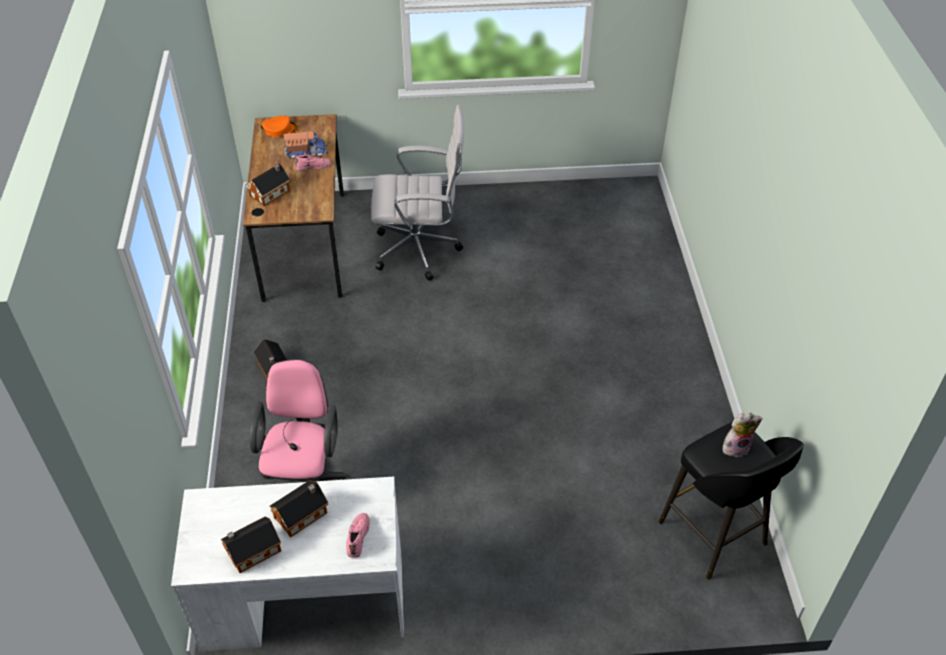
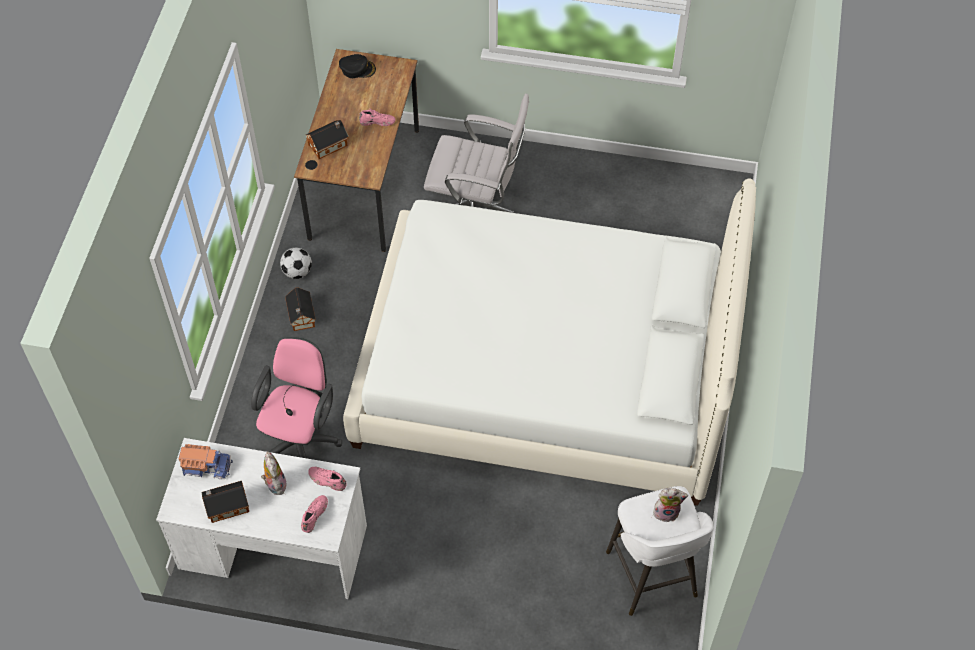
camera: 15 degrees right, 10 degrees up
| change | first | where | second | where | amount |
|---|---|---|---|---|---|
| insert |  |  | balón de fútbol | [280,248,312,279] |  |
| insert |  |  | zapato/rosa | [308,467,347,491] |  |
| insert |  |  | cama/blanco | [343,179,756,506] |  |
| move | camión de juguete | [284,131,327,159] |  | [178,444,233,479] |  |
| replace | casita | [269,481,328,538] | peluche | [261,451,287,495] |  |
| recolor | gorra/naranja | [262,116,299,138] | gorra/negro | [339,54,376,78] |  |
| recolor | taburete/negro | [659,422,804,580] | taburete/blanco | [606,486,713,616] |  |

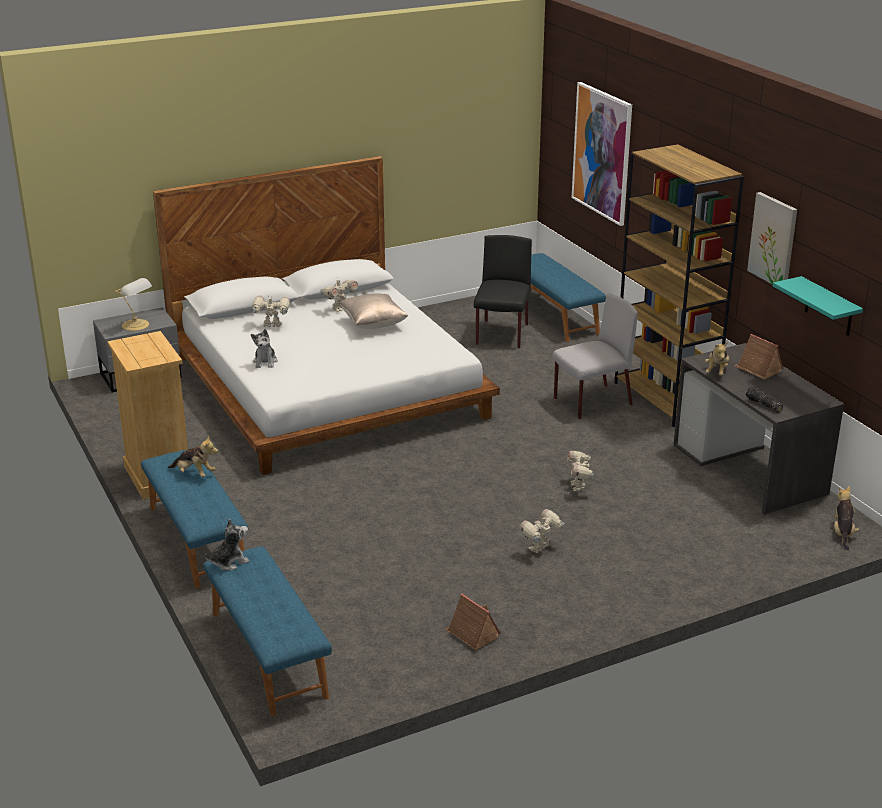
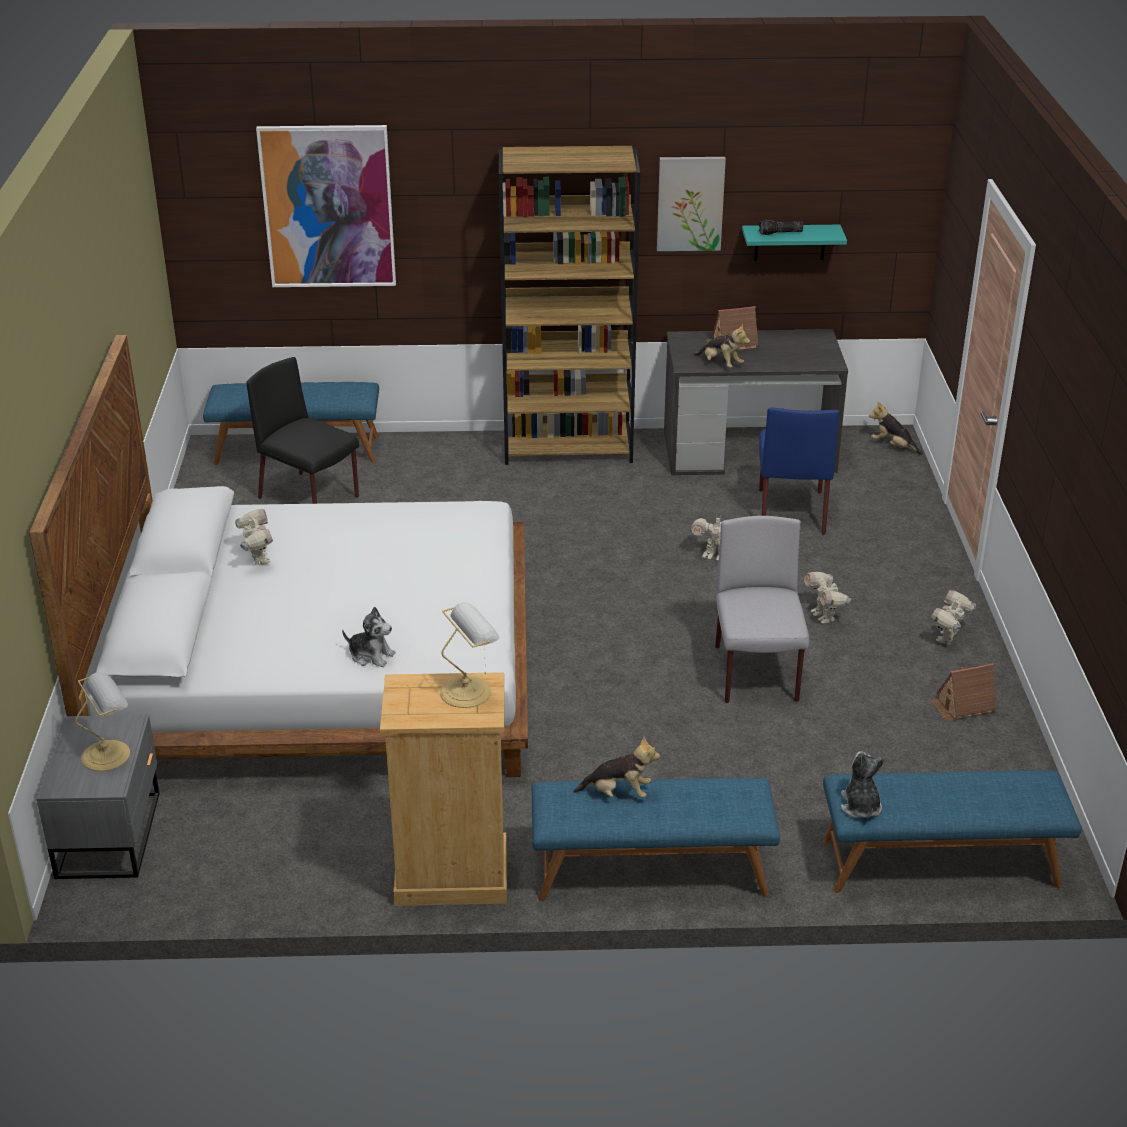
camera: 65 degrees left, 5 degrees up
| change | first | where | second | where | amount |
|---|---|---|---|---|---|
| delete | cojín/beis | [339,293,408,329] |  |  |  |
| insert |  |  | lámpara de mesa | [440,603,500,708] |  |
| insert |  |  | silla/azul | [759,407,839,535] |  |
| move | robot de juguete | [251,295,290,327] |  | [930,590,976,645] |  |
| move | silla/gris | [552,293,638,419] |  | [715,516,809,703] |  |
| move | linterna | [746,386,783,413] |  | [759,219,804,235] |  |
| rotate | peluche | [168,435,218,477] |  | [573,736,660,798] | 45 degrees clockwise |

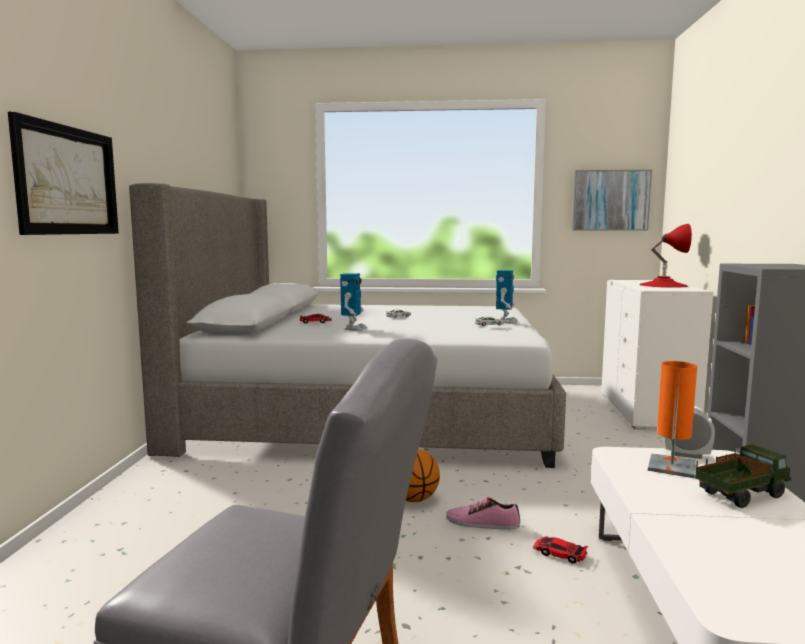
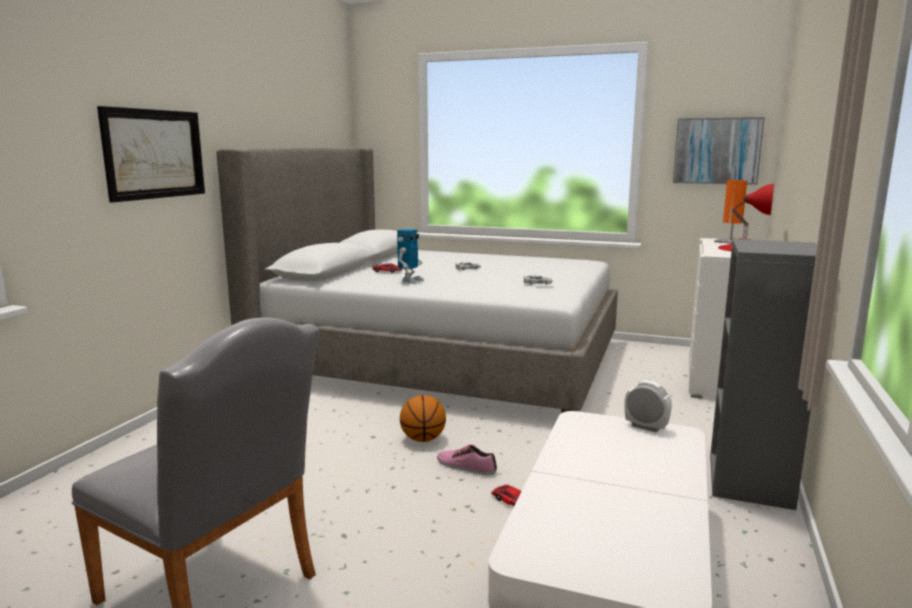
camera: 15 degrees right, 5 degrees up
| change | first | where | second | where | amount |
|---|---|---|---|---|---|
| delete | robot de juguete | [496,270,518,324] |  |  |  |
| delete | camión de juguete | [695,444,791,508] |  |  |  |
| move | lámpara de mesa/naranja | [648,361,697,478] |  | [714,180,747,244] |  |

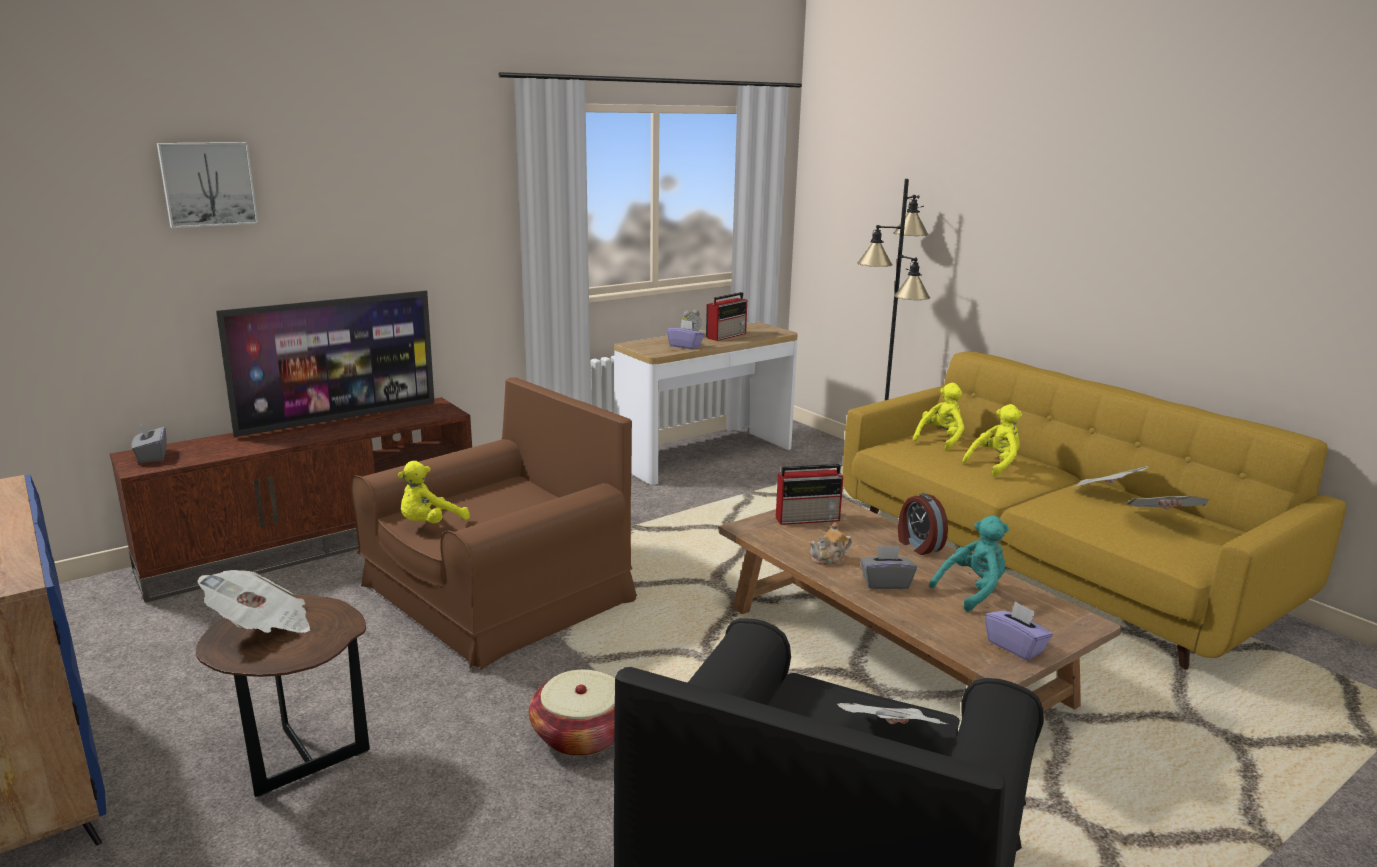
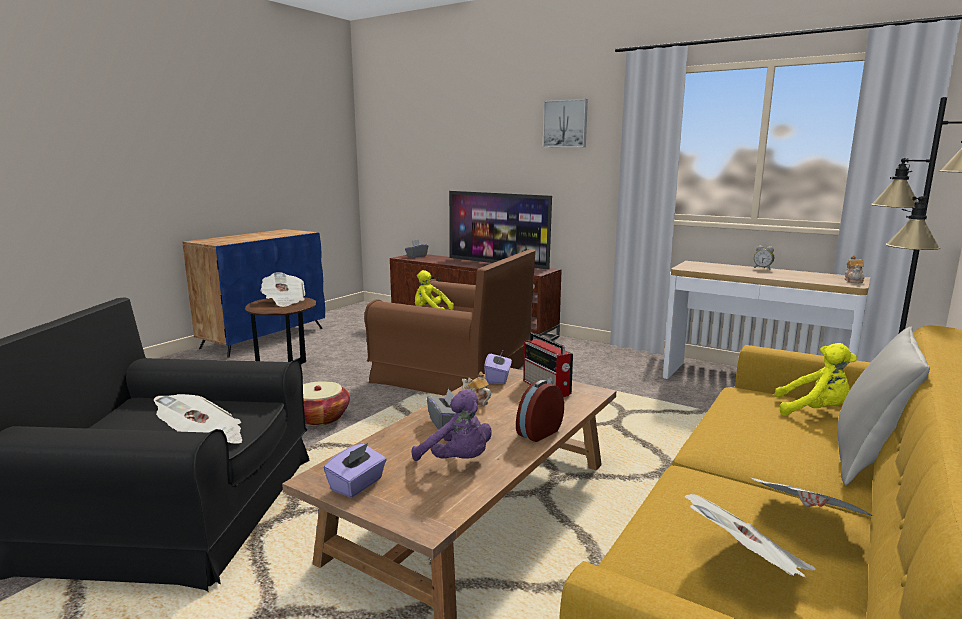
camera: 70 degrees right, 5 degrees down
| change | first | where | second | where | amount |
|---|---|---|---|---|---|
| delete | radio | [706,292,747,341] |  |  |  |
| delete | peluche/amarillo | [962,404,1022,477] |  |  |  |
| insert |  |  | cojín/gris | [837,327,930,485] |  |
| insert |  |  | tetera | [845,255,864,283] |  |
| move | cuadro | [157,142,258,228] |  | [543,99,588,147] |  |
| move | caja de pañuelos/morado | [667,320,704,349] |  | [484,349,512,384] |  |
| recolor | peluche/turquesa | [929,516,1009,612] | peluche/morado | [412,389,492,461] |  |

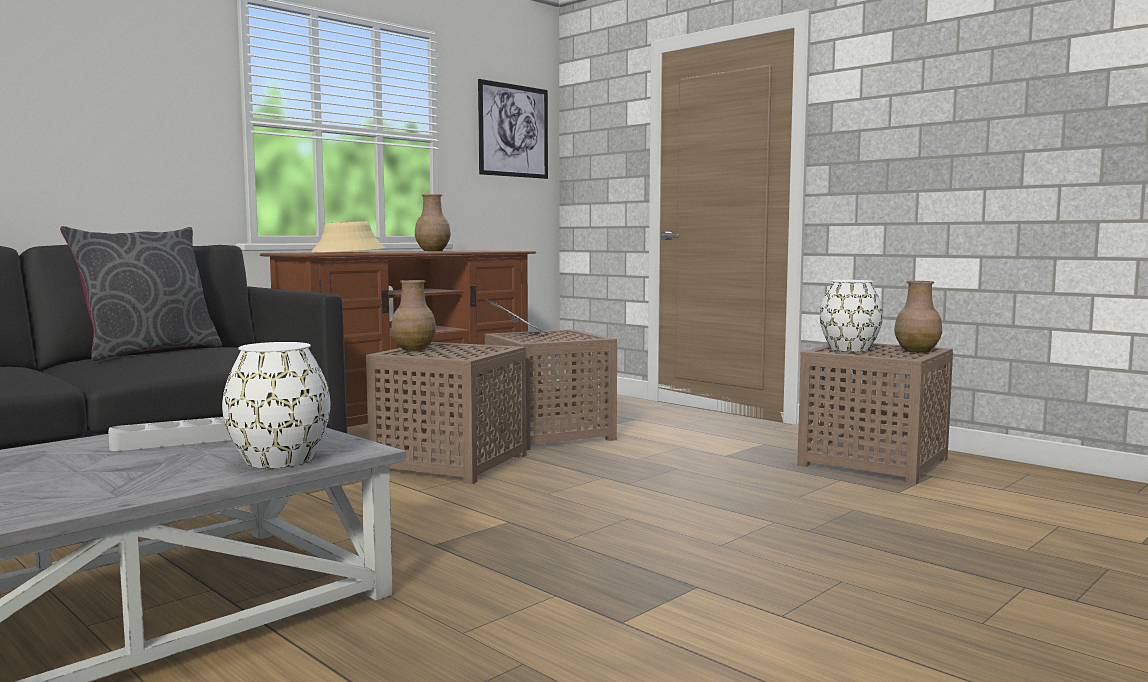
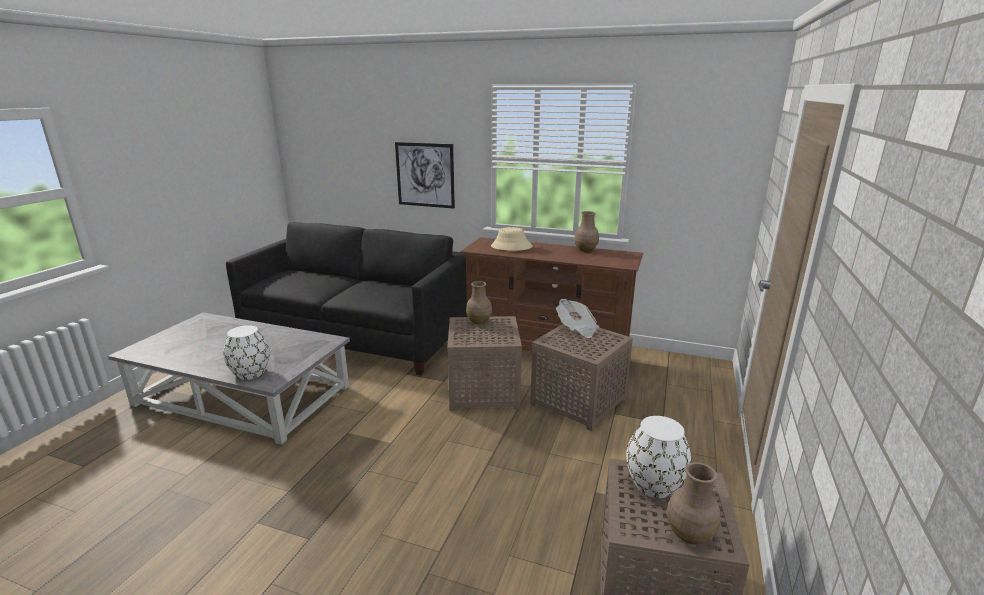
camera: 65 degrees right, 15 degrees up
| change | first | where | second | where | amount |
|---|---|---|---|---|---|
| delete | cojín/gris | [60,226,222,361] |  |  |  |
| delete | bandeja/gris | [108,417,232,451] |  |  |  |
| move | cuadro | [478,79,548,179] |  | [395,142,455,209] |  |

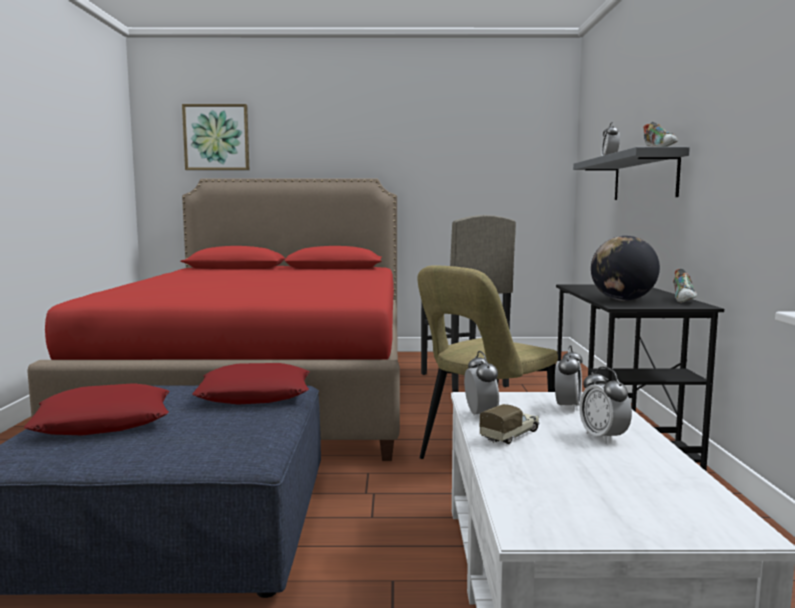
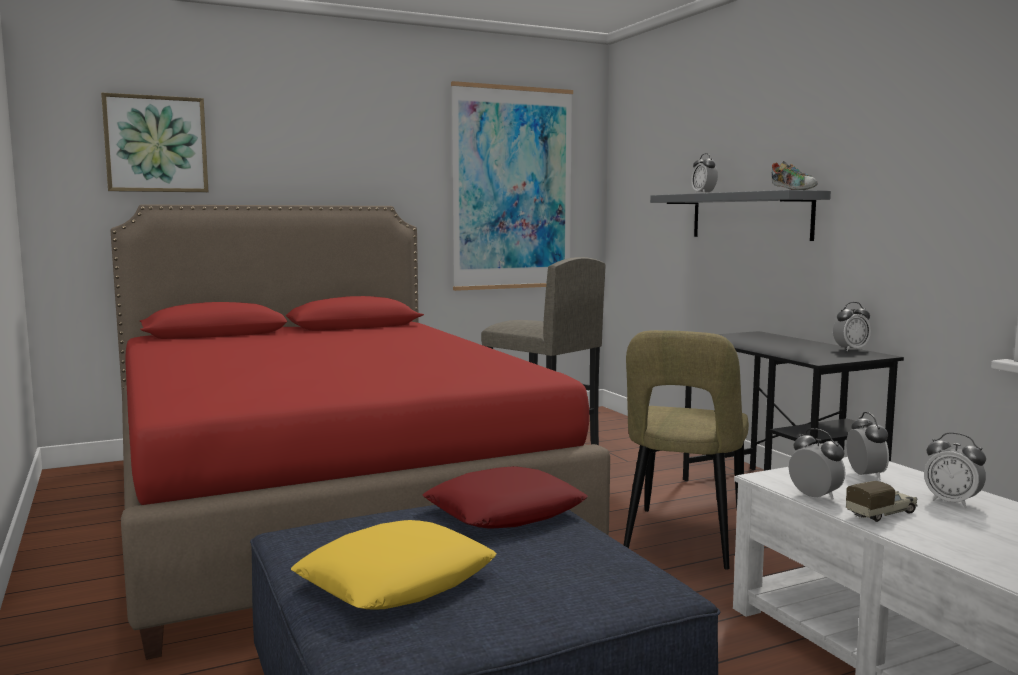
camera: 25 degrees left, 0 degrees up
| change | first | where | second | where | amount |
|---|---|---|---|---|---|
| delete | globo terráqueo | [591,236,660,301] |  |  |  |
| insert |  |  | cuadro | [451,81,573,291] |  |
| replace | zapato | [673,269,697,303] | despertador | [833,302,871,351] |  |
| recolor | cojín/rojo | [24,384,170,435] | cojín/amarillo | [291,520,497,610] |  |
| rotate | camión de juguete | [479,404,540,444] |  | [846,481,918,522] | 45 degrees clockwise |

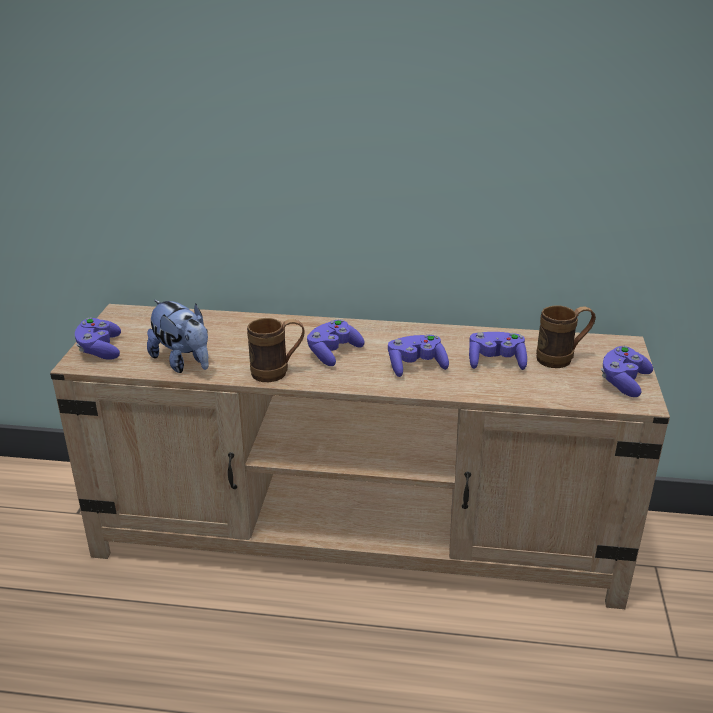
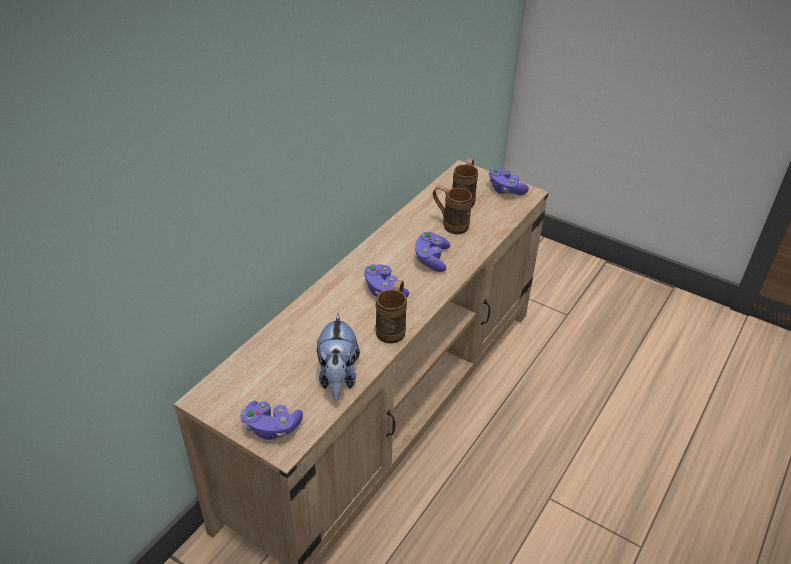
camera: 65 degrees left, 10 degrees up
| change | first | where | second | where | amount |
|---|---|---|---|---|---|
| replace | mando de consola/morado | [469,332,527,370] | taza grande/marrón | [433,186,472,234] |  |
| rotate | peluche | [147,300,209,373] |  | [317,313,360,401] | 105 degrees clockwise |

